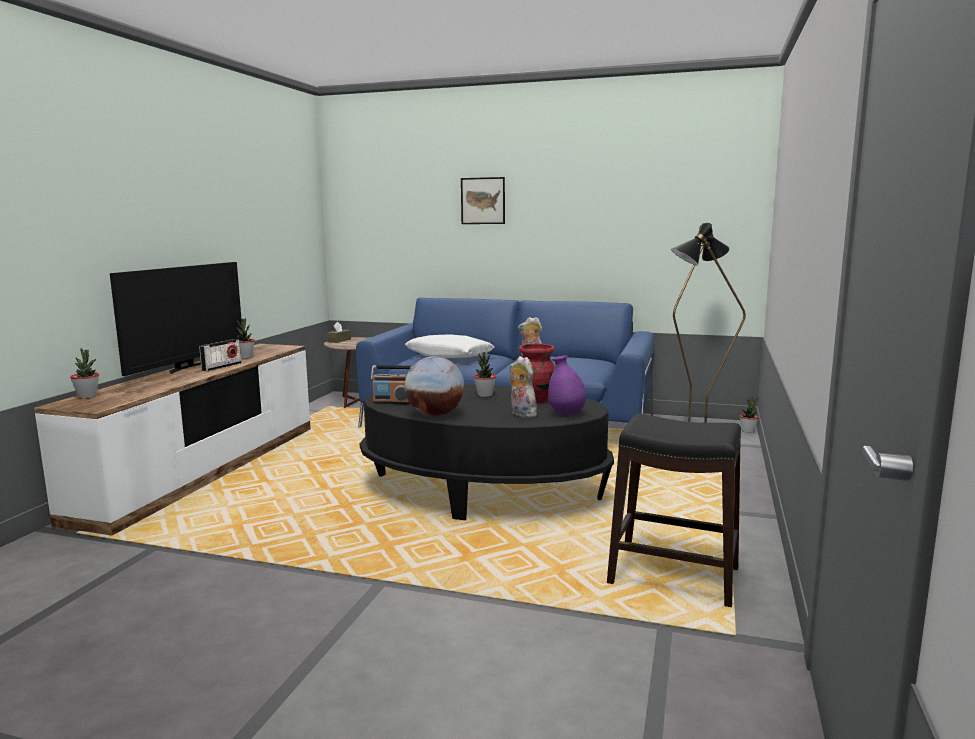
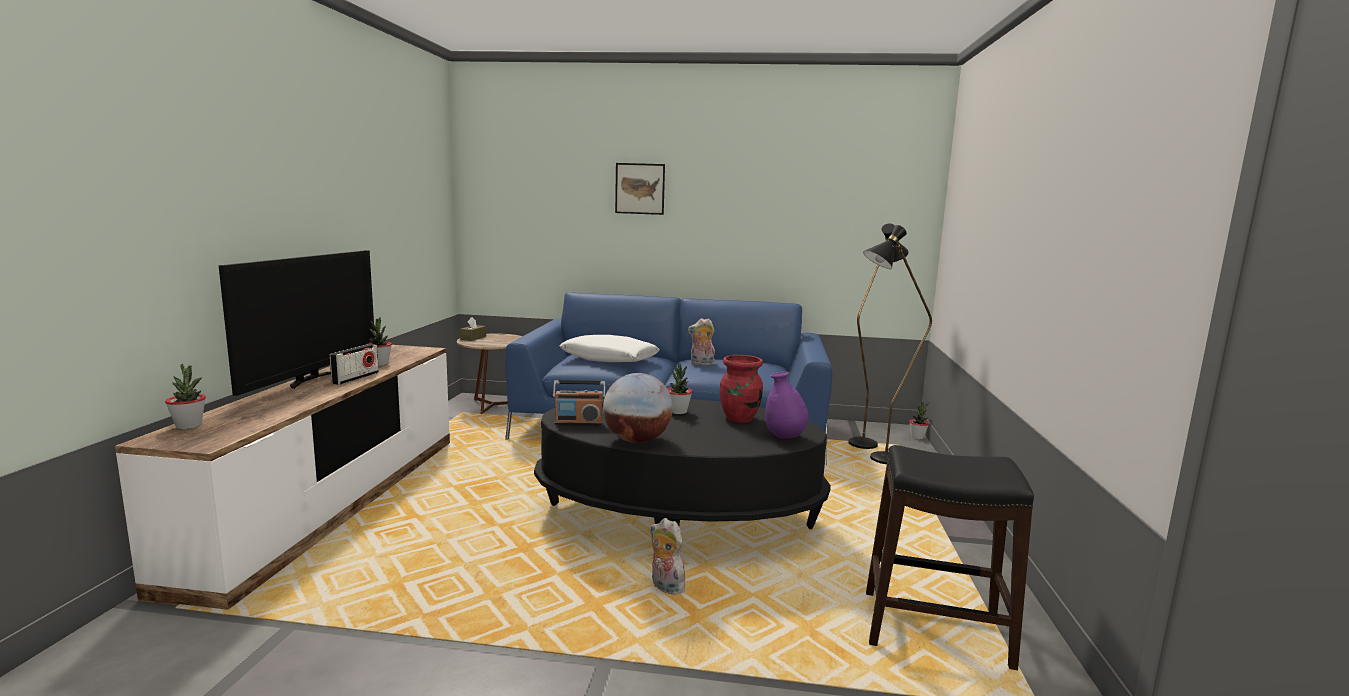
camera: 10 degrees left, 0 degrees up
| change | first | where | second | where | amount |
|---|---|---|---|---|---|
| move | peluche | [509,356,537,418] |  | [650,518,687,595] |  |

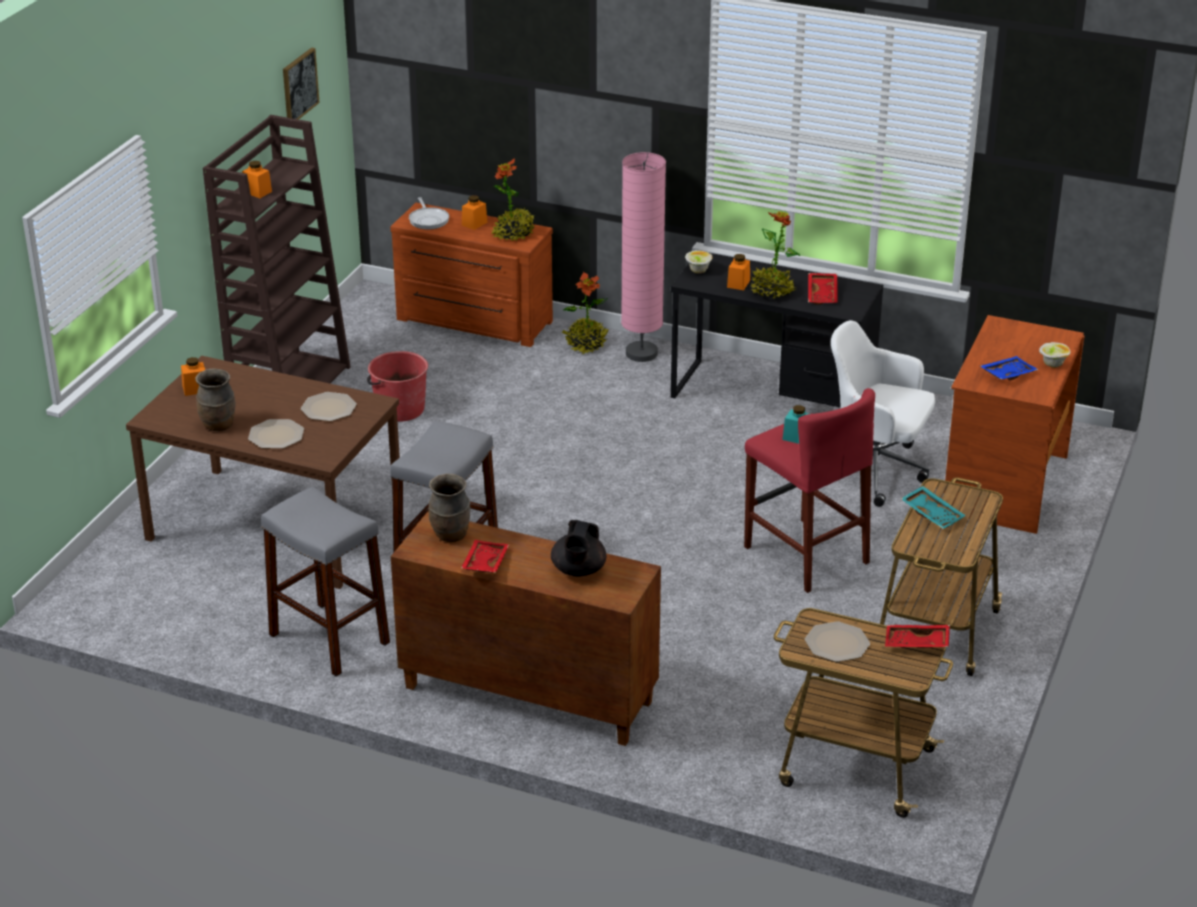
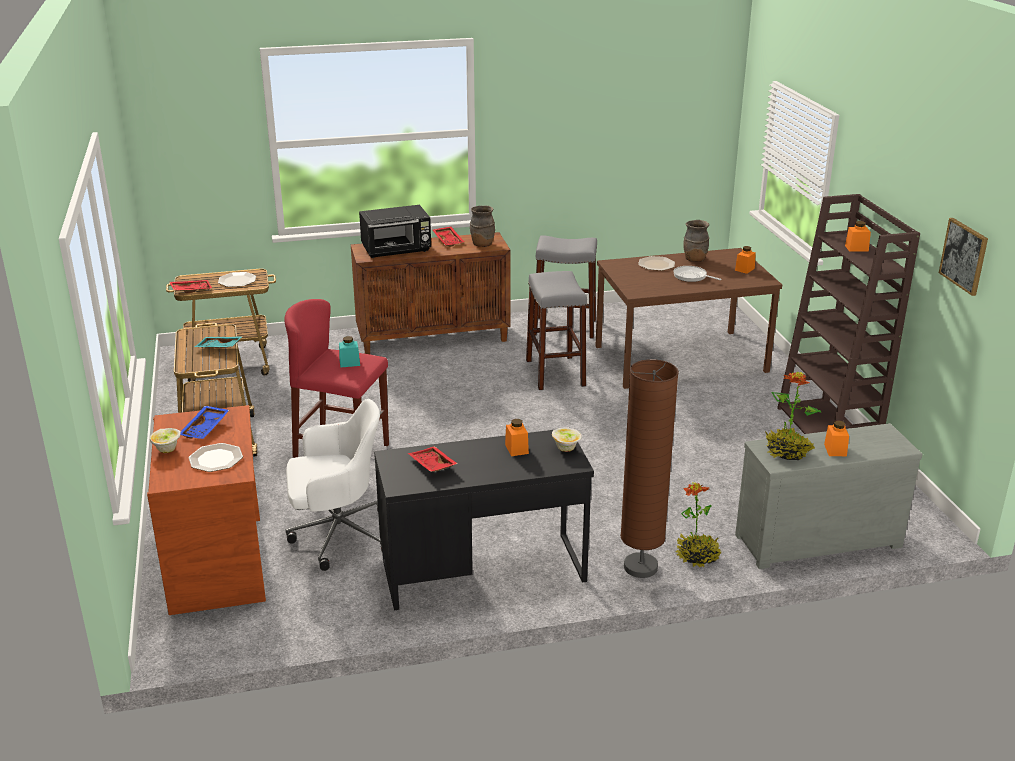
camera: 145 degrees right, 5 degrees down
| change | first | where | second | where | amount |
|---|---|---|---|---|---|
| delete | cubo/rojo | [367,351,428,422] |  |  |  |
| delete | planta en maceta | [750,211,800,299] |  |  |  |
| move | plato | [301,392,357,421] |  | [189,443,243,472] |  |
| move | sartén | [409,197,449,229] |  | [673,266,722,282] |  |
| replace | tetera/negro | [551,520,606,577] | microondas/negro | [359,205,431,258] |  |
| recolor | cómoda/marrón | [390,203,553,347] | cómoda/gris | [735,423,922,569] |  |
| recolor | lámpara de pie/rosa | [621,152,666,362] | lámpara de pie/marrón | [620,359,679,578] |  |

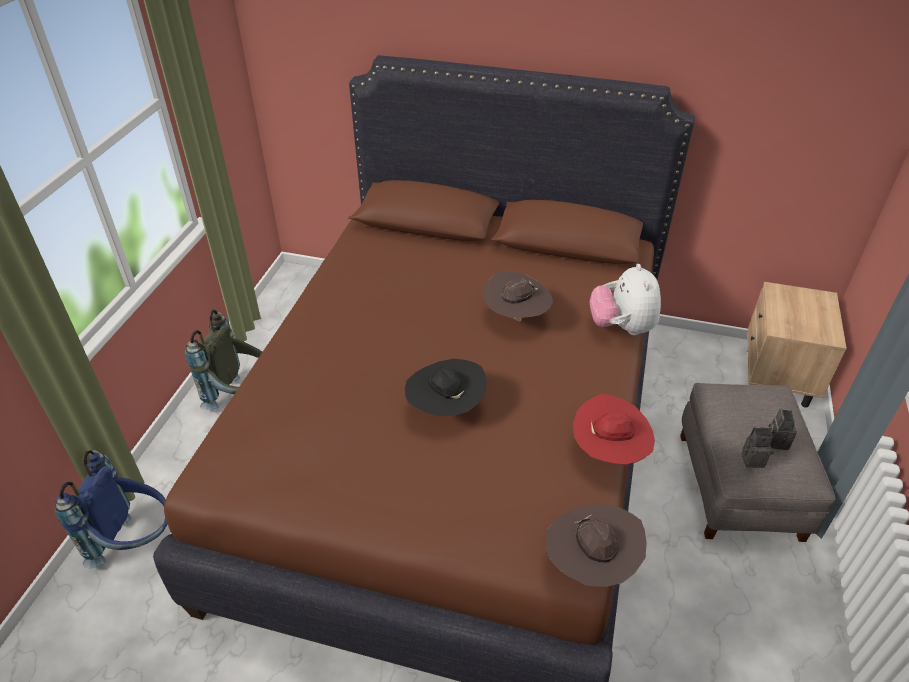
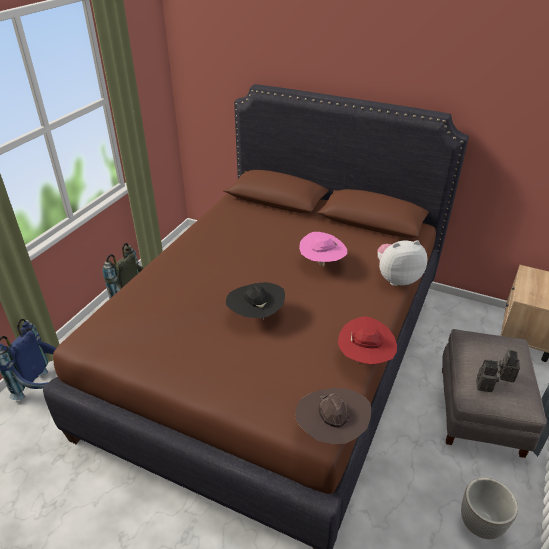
camera: 10 degrees right, 5 degrees down
| change | first | where | second | where | amount |
|---|---|---|---|---|---|
| insert |  |  | maceta | [461,477,518,539] |  |
| recolor | sombrero/marrón | [483,272,553,322] | sombrero/rosa | [299,232,347,267] |  |
| rotate | peluche | [590,264,661,335] |  | [378,240,427,286] | 75 degrees clockwise |

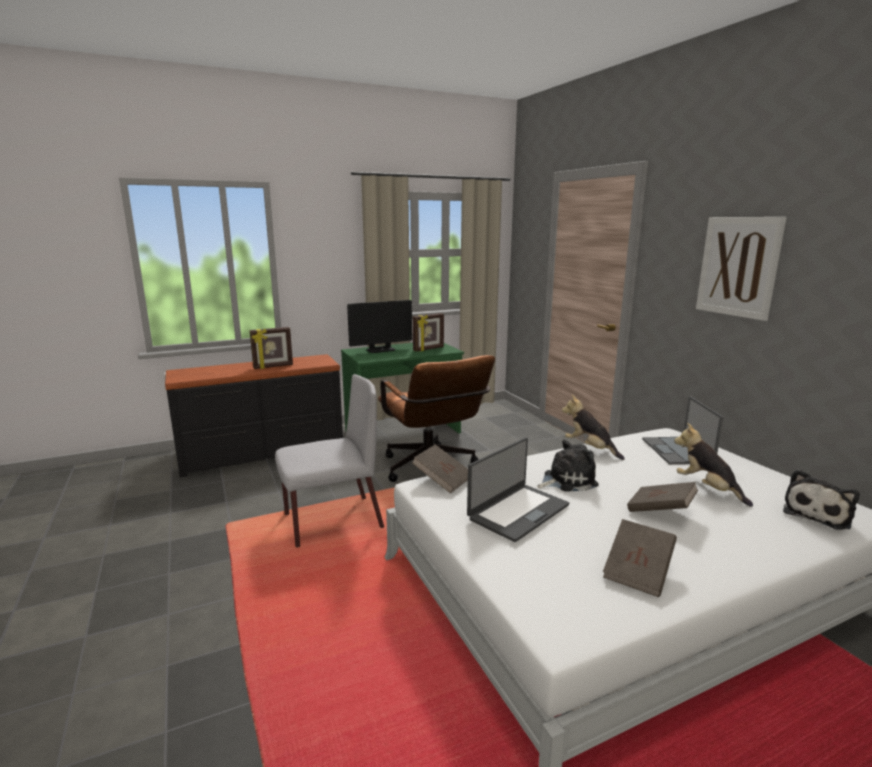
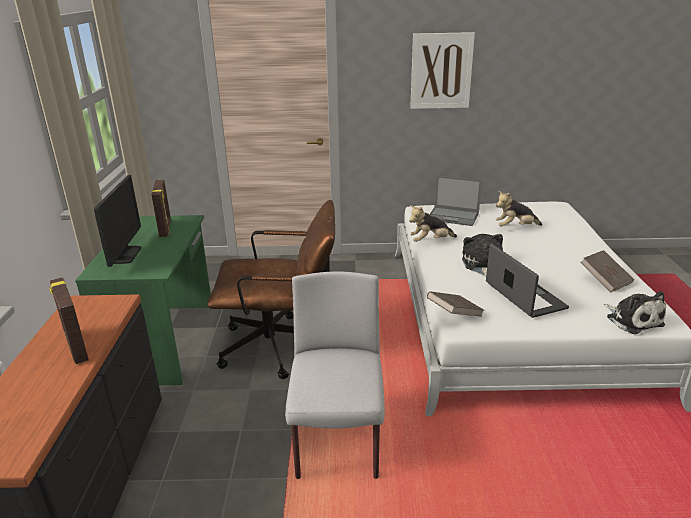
camera: 65 degrees left, 10 degrees up
| change | first | where | second | where | amount |
|---|---|---|---|---|---|
| delete | libro/marrón | [627,482,698,512] |  |  |  |
| move | peluche | [783,469,860,530] |  | [604,291,666,334] |  |
| rotate | portarretratos | [250,327,293,369] |  | [49,277,89,364] | 150 degrees clockwise |

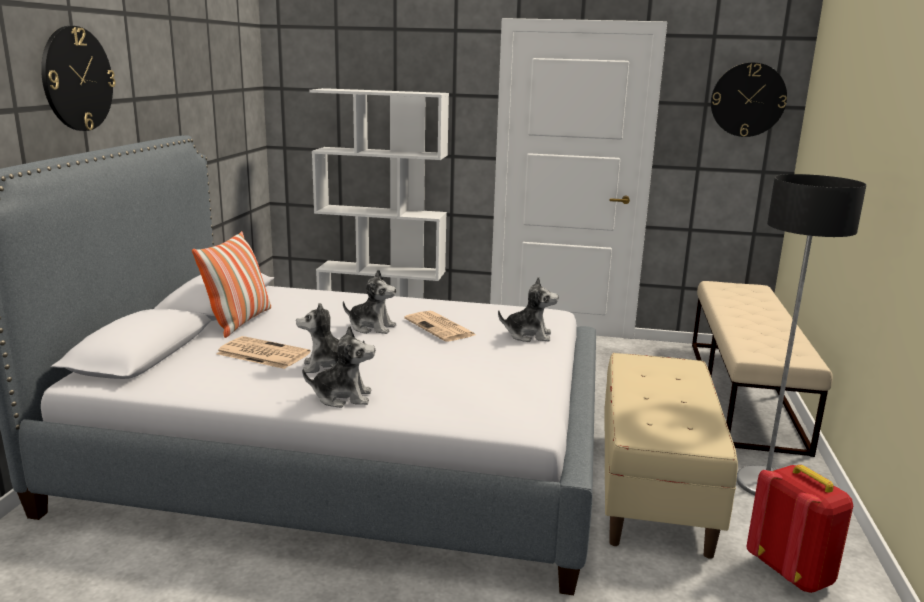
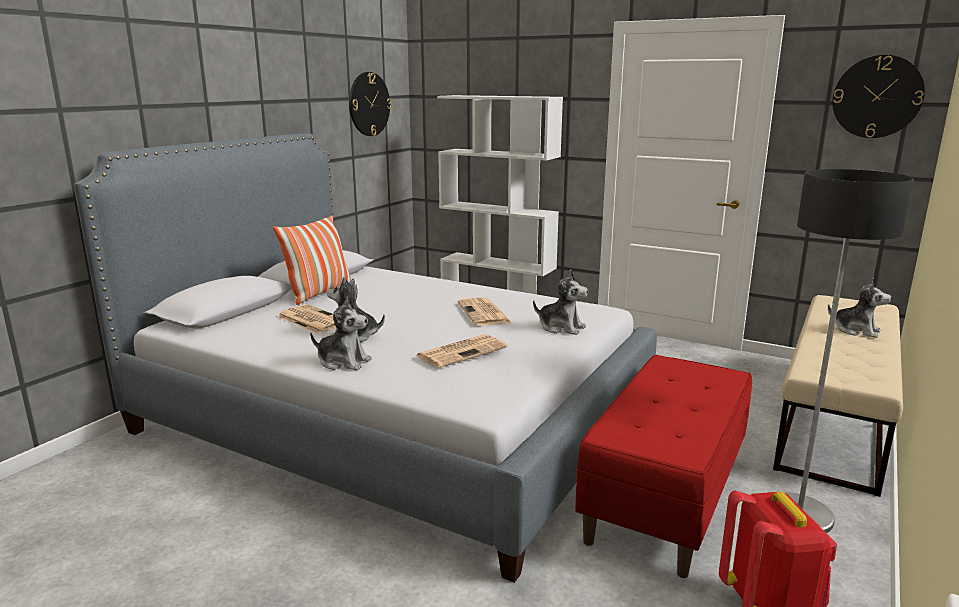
camera: 20 degrees right, 0 degrees up
| change | first | where | second | where | amount |
|---|---|---|---|---|---|
| insert |  |  | periódico | [416,334,507,368] |  |
| move | reloj de pared | [41,26,116,131] |  | [349,72,392,136] |  |
| move | peluche | [343,269,396,334] |  | [828,278,892,338] |  |
| recolor | banco/beis | [605,353,738,559] | banco/rojo | [575,355,752,578] |  |

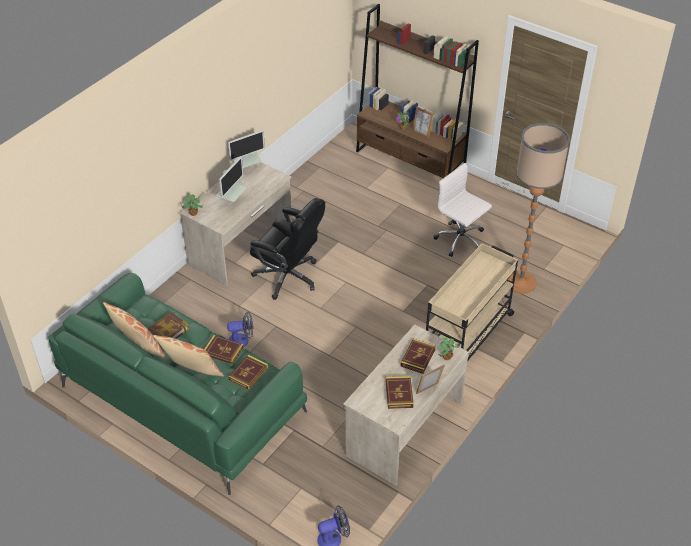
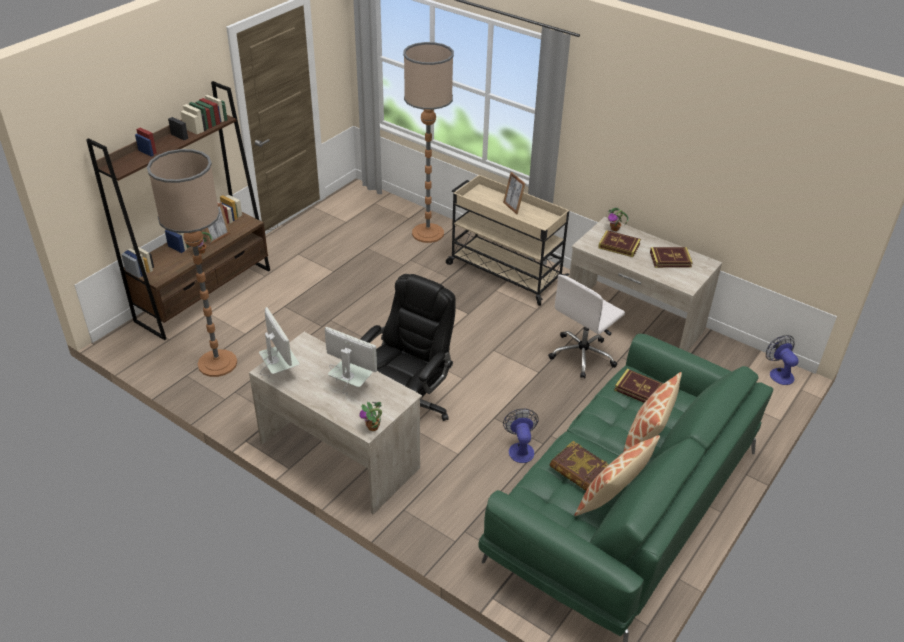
camera: 90 degrees left, 5 degrees down
| change | first | where | second | where | amount |
|---|---|---|---|---|---|
| delete | libro | [204,335,244,364] |  |  |  |
| insert |  |  | lámpara de pie | [147,149,237,377] |  |
| move | portarretratos | [416,365,445,394] |  | [503,172,526,215] |  |
| move | silla de oficina/blanco | [433,163,492,257] |  | [548,274,625,378] |  |

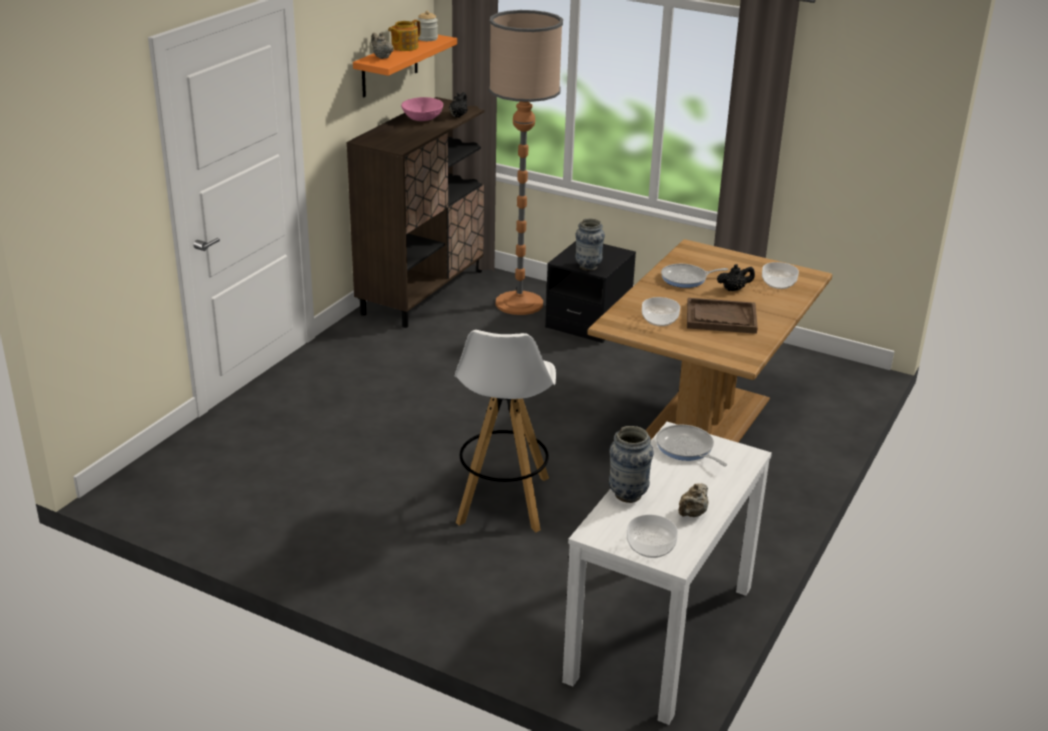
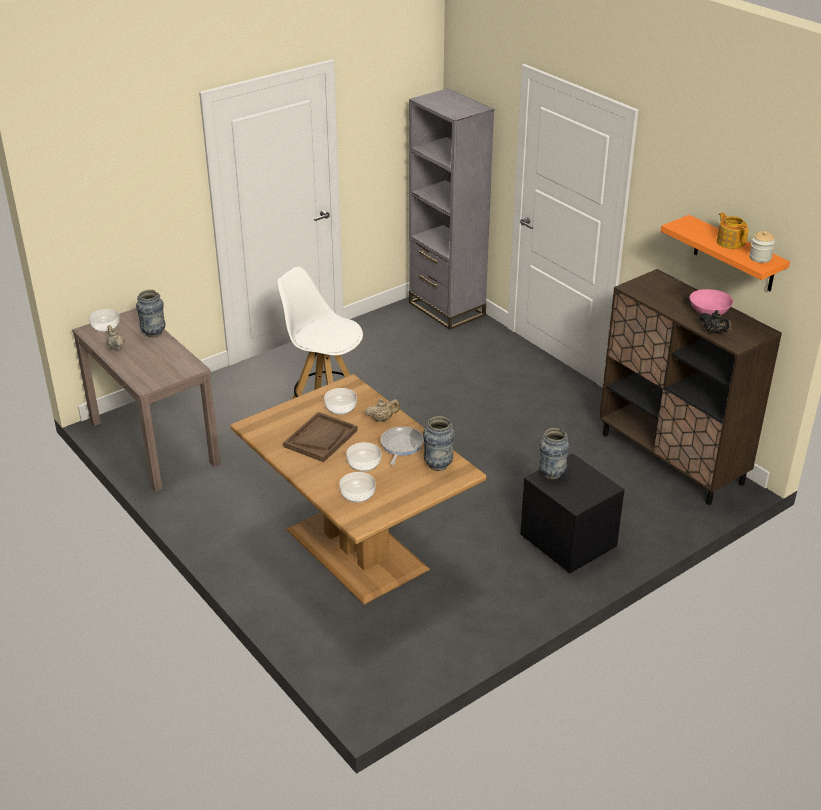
camera: 115 degrees right, 5 degrees up
| change | first | where | second | where | amount |
|---|---|---|---|---|---|
| delete | lámpara de pie | [489,10,563,315] |  |  |  |
| delete | sartén | [656,424,727,466] |  |  |  |
| insert |  |  | estantería/gris | [409,88,494,330] |  |
| insert |  |  | florero | [423,416,455,471] |  |
| move | tetera/beis | [371,32,394,59] |  | [365,398,400,422] |  |
| replace | tetera/negro | [717,264,755,291] | cuenco | [346,442,381,472] |  |
| recolor | mesa consola/blanco | [562,422,772,725] | mesa consola/marrón | [72,308,221,492] |  |

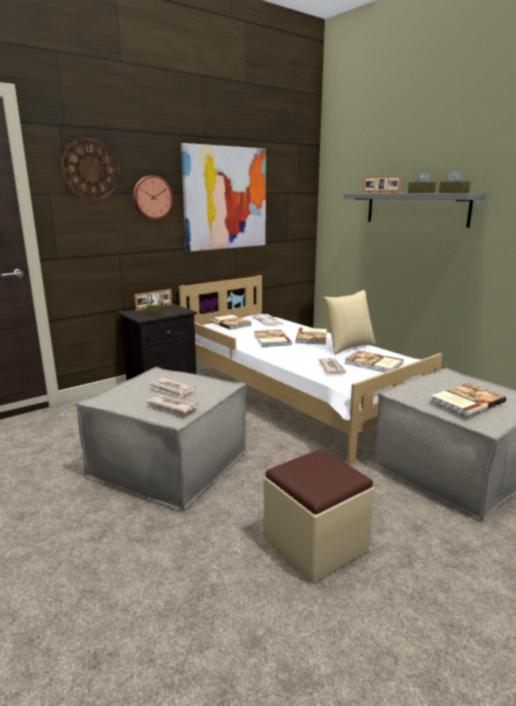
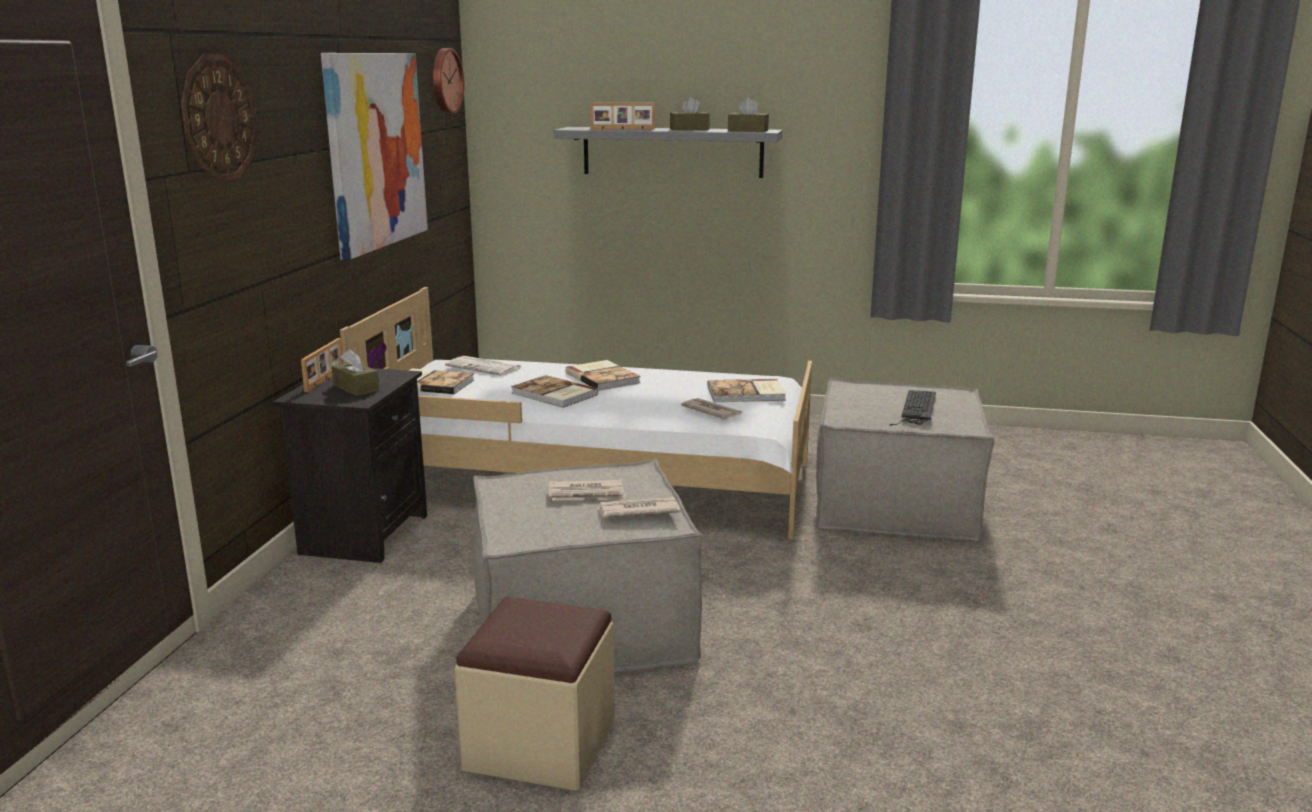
camera: 40 degrees left, 0 degrees up
| change | first | where | second | where | amount |
|---|---|---|---|---|---|
| delete | cojín | [323,290,376,355] |  |  |  |
| move | reloj de pared | [133,176,173,219] |  | [433,48,464,114] |  |
| move | puf/beis | [264,449,374,584] |  | [454,597,615,791] |  |
| replace | libro | [431,383,506,416] | teclado | [889,390,936,426] |  |

